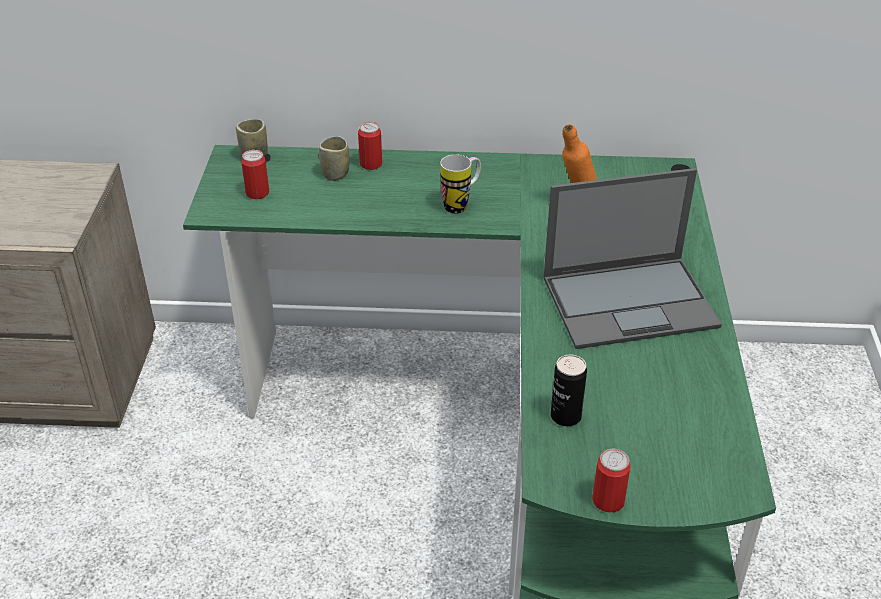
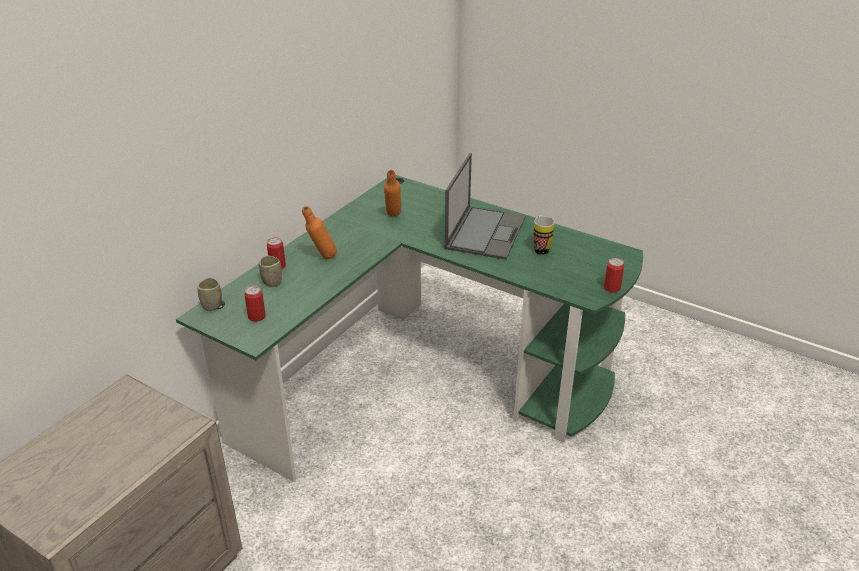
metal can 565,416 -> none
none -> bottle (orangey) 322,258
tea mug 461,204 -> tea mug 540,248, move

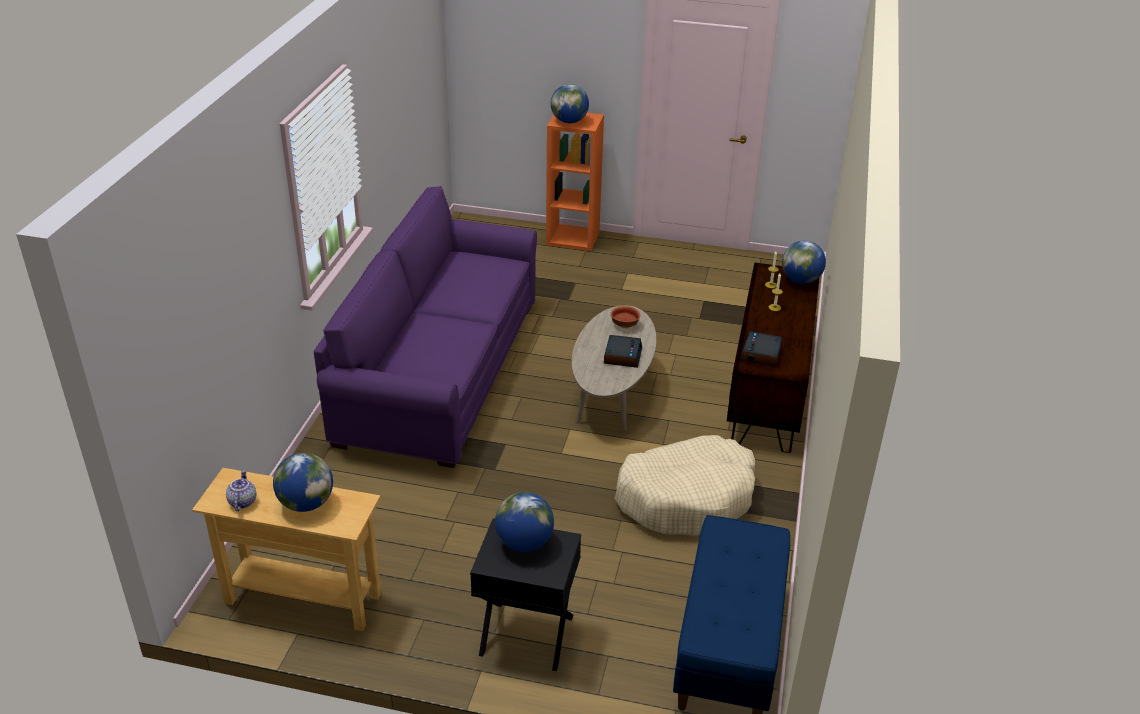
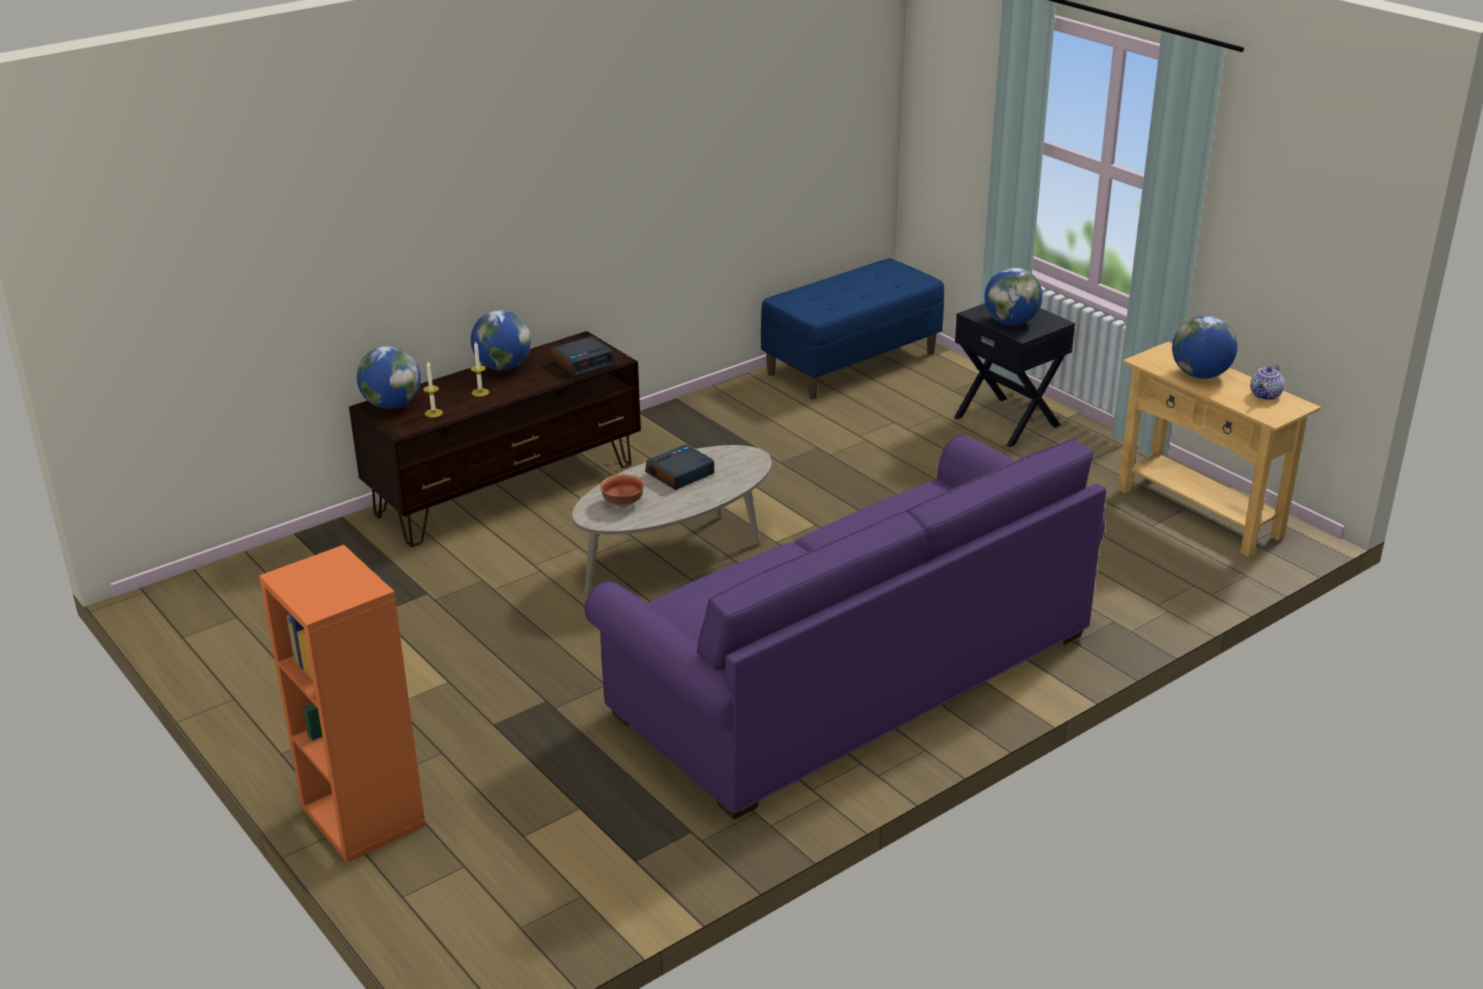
dog bed (sand-coloured) 686,497 -> none
globe 569,121 -> globe 503,367, move

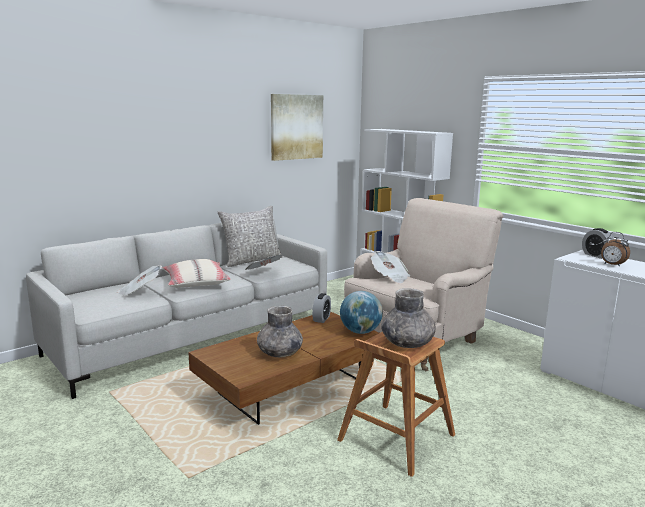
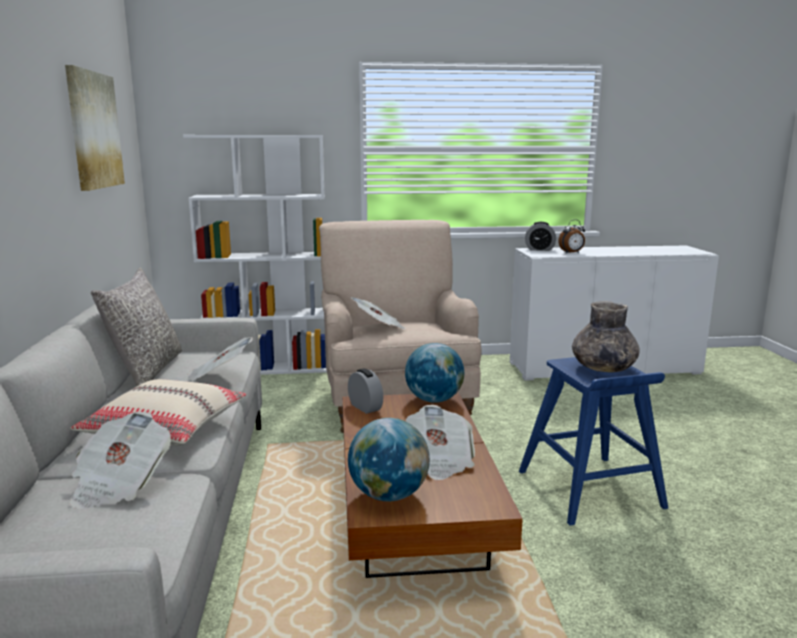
none -> globe 389,495
decorative vase (grey) 279,353 -> daily paper 438,461
sitting stool (brownish) 395,438 -> sitting stool (blue) 590,489

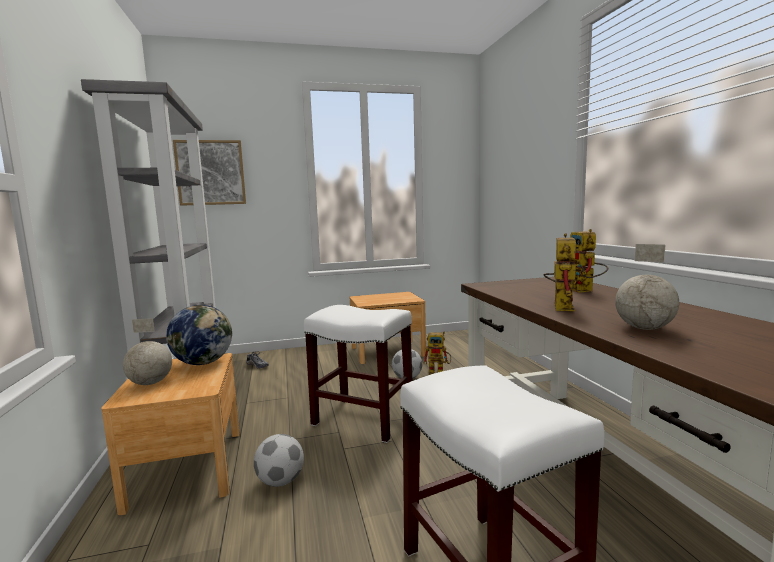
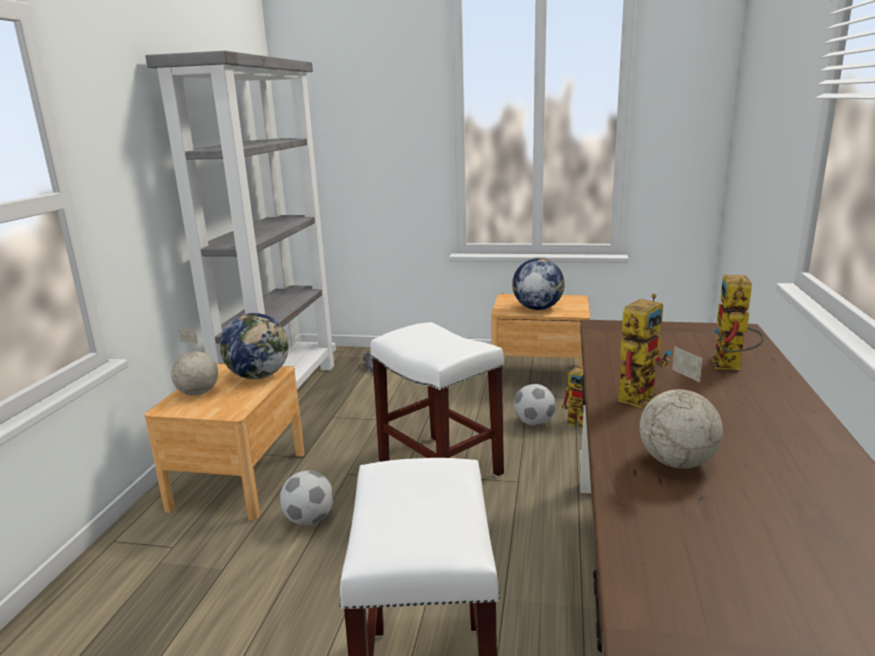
wall art 211,173 -> none
none -> globe 537,308

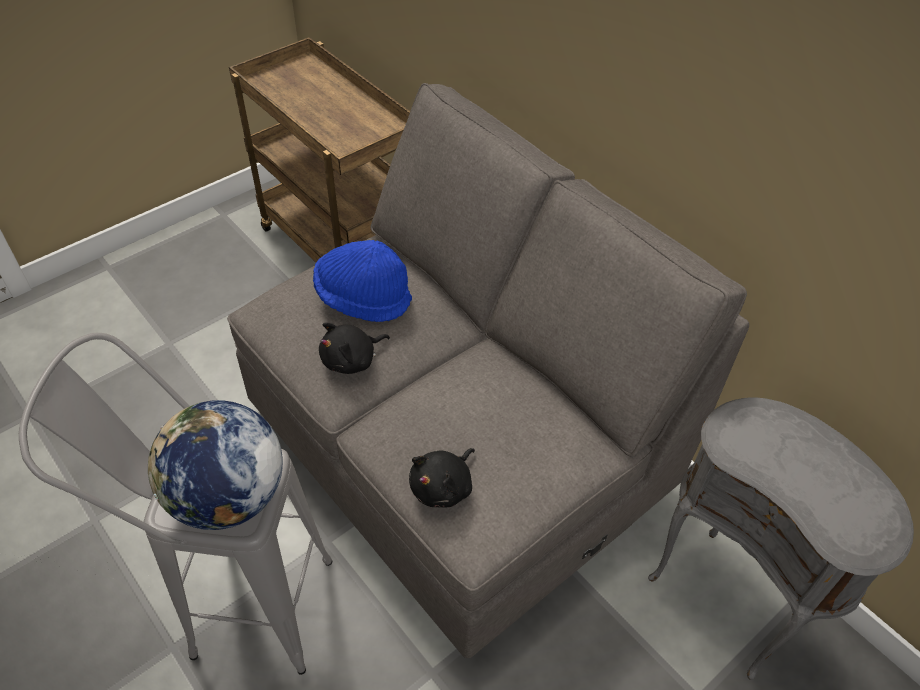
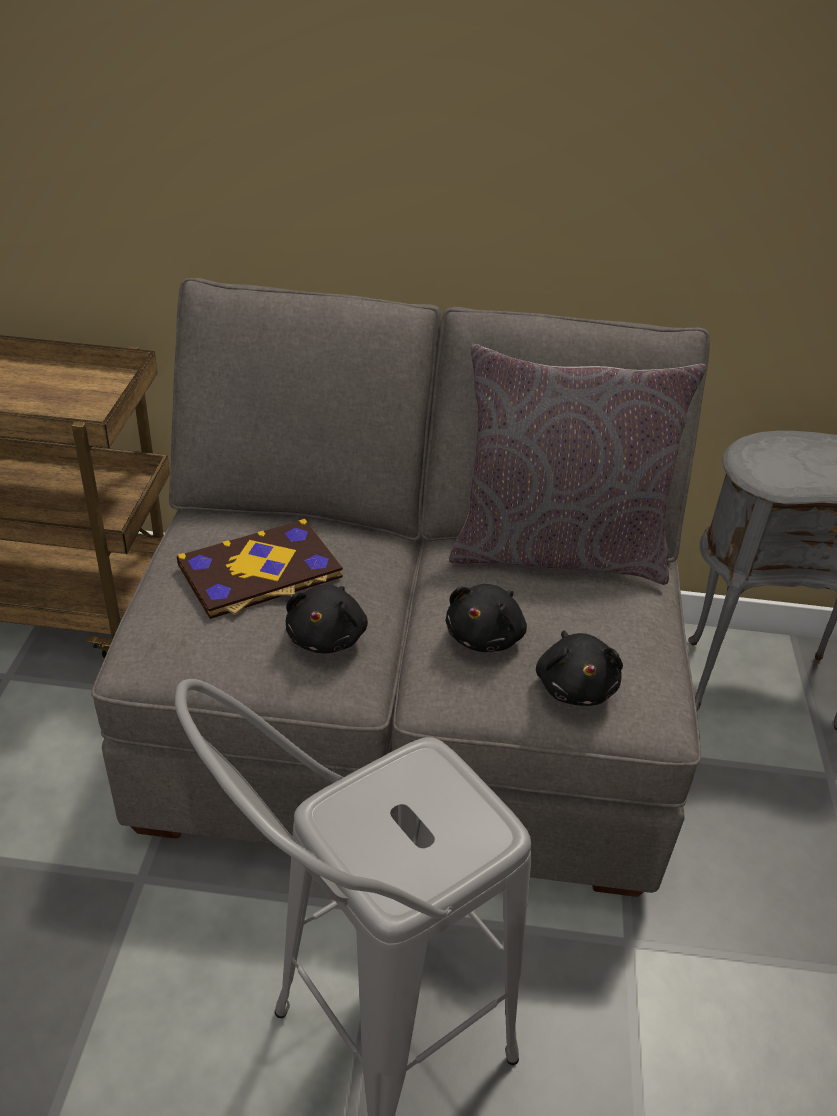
globe 228,498 -> none
none -> plush toy (black-coloured) 486,636
none -> cushion (grey) 557,550
clothing hat (blue) 363,298 -> book 260,572

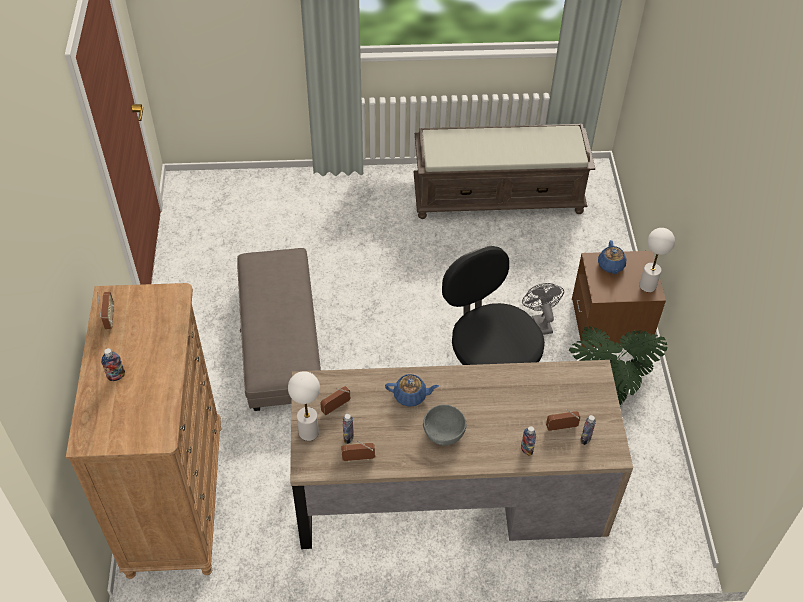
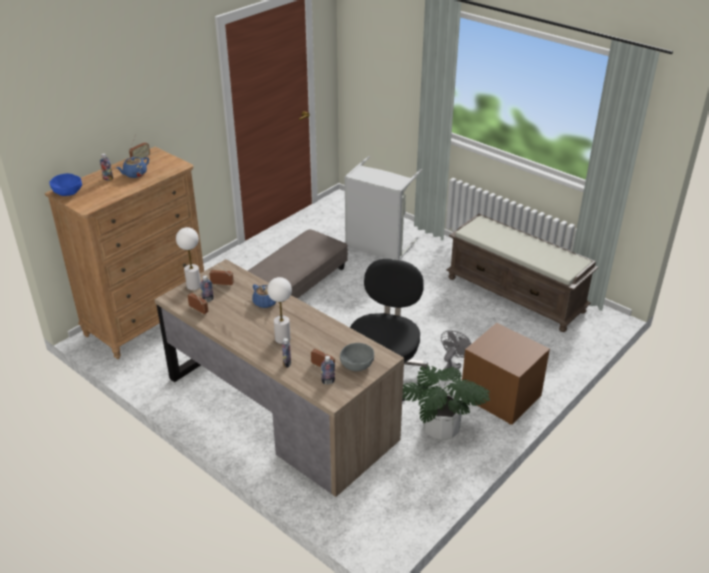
none -> bowl (blue) 68,192
none -> laundry basket (grey) 378,246
bowl (grey) 443,432 -> bowl (grey) 356,364, move
tea pot (blue) 611,266 -> tea pot (blue) 134,174, move
tabletop lamp (white) 647,286 -> tabletop lamp (white) 282,339, move

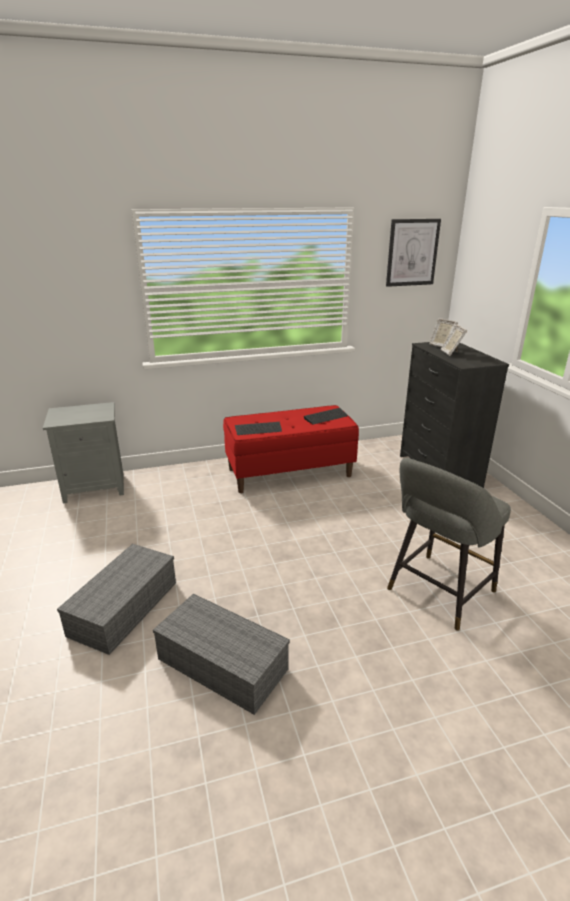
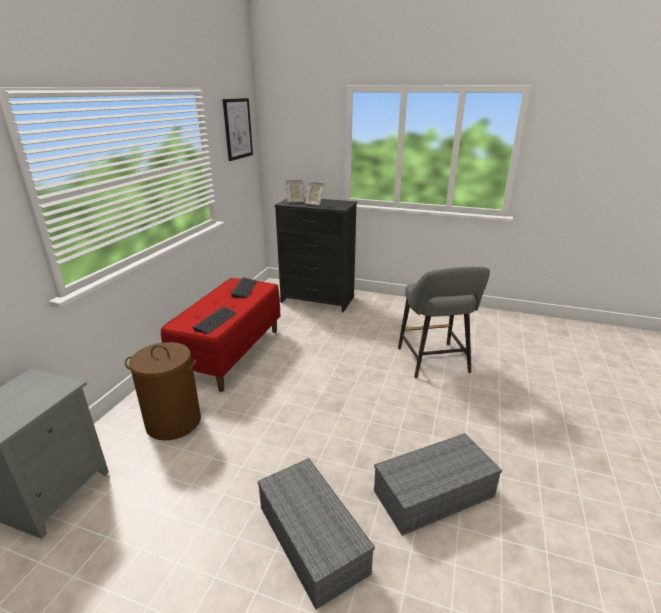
none -> laundry basket (brownish) 173,422

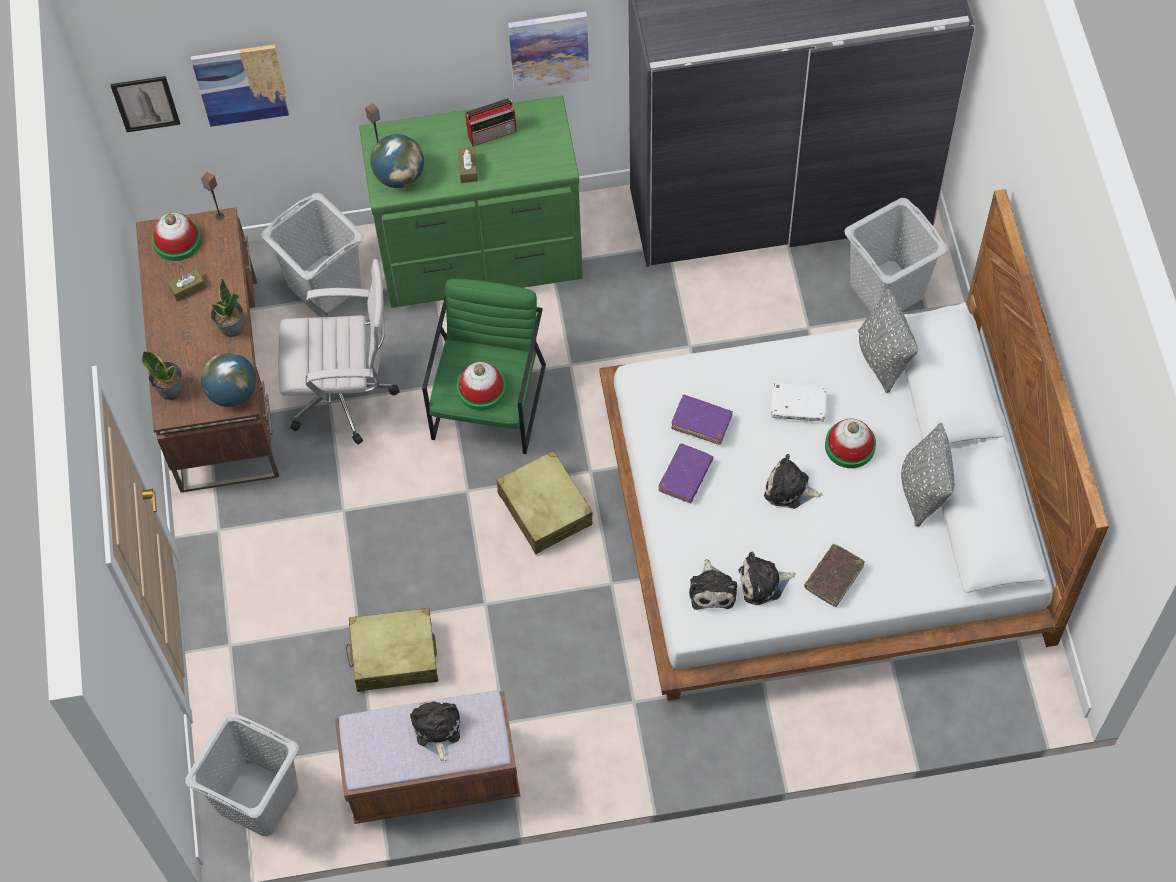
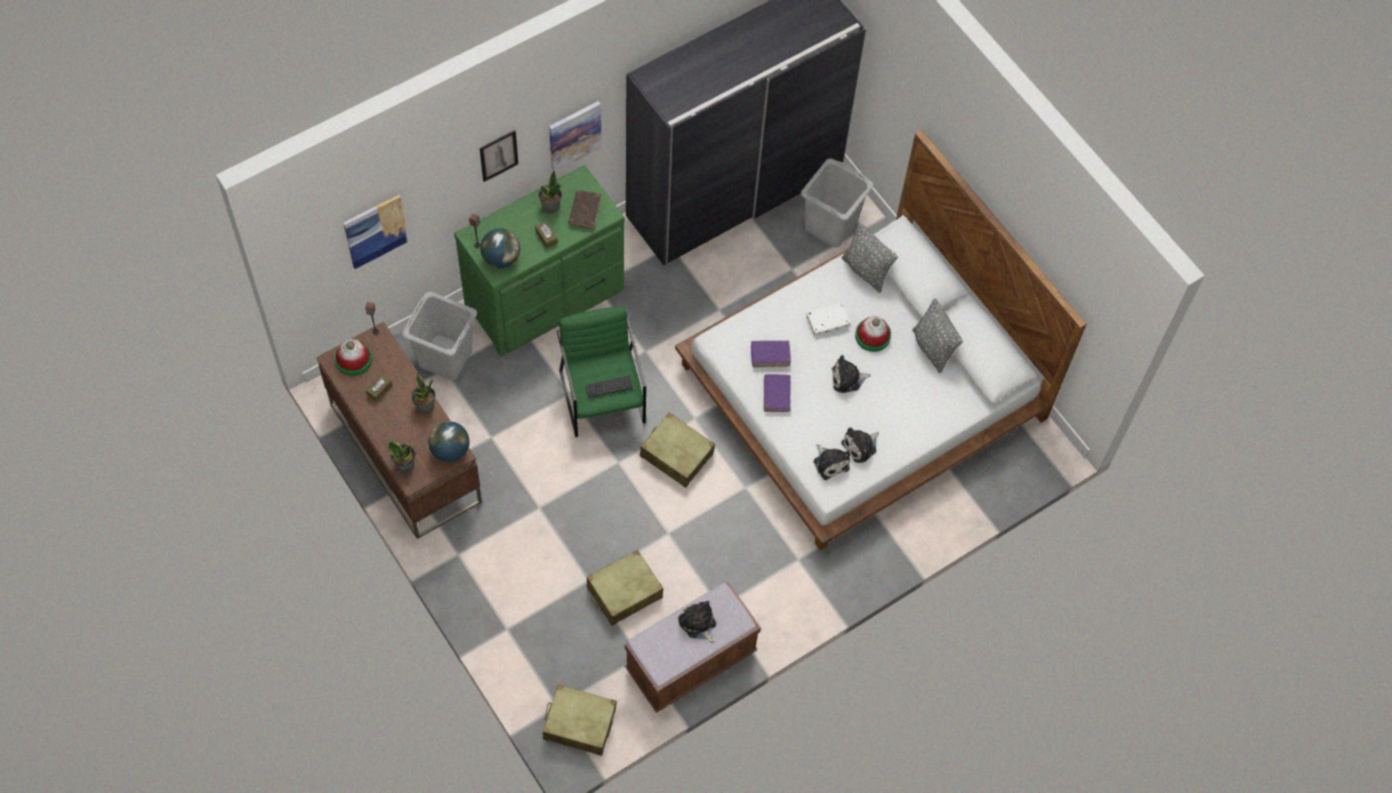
computer chair (white) 346,396 -> none
wall art 145,103 -> wall art 498,155, move
book (brownish) 834,577 -> book (brownish) 585,212, move
laundry basket (grey) 257,799 -> suitcase (sand-coloured) 579,724
clothing hat 481,388 -> keyboard 609,387
radio receiver 493,133 -> houseplant 550,206

